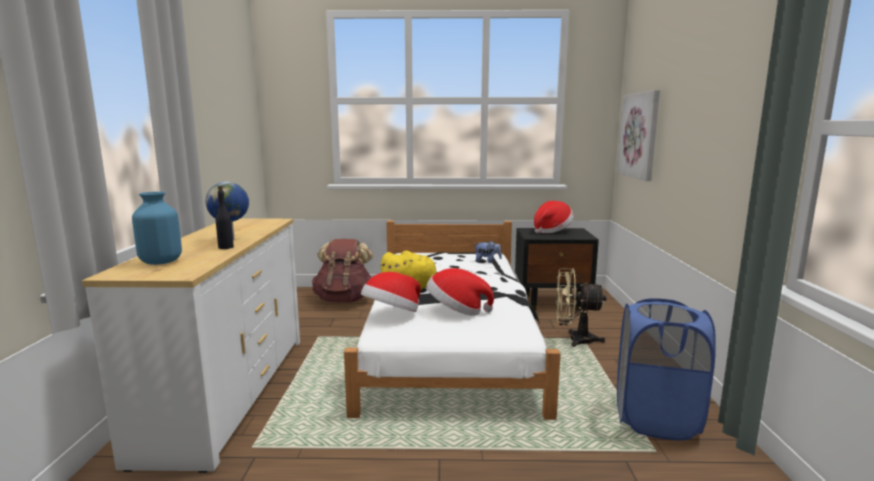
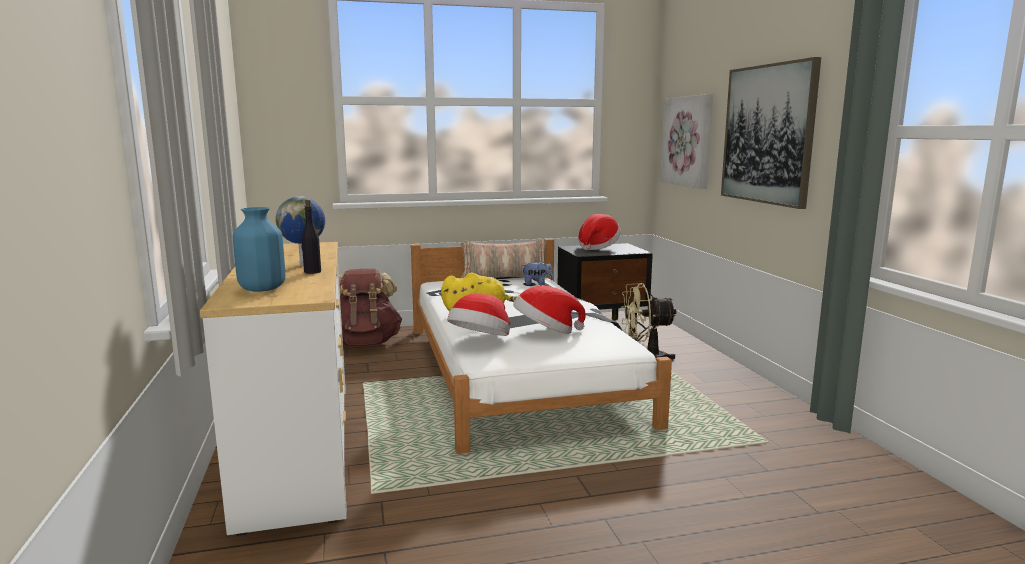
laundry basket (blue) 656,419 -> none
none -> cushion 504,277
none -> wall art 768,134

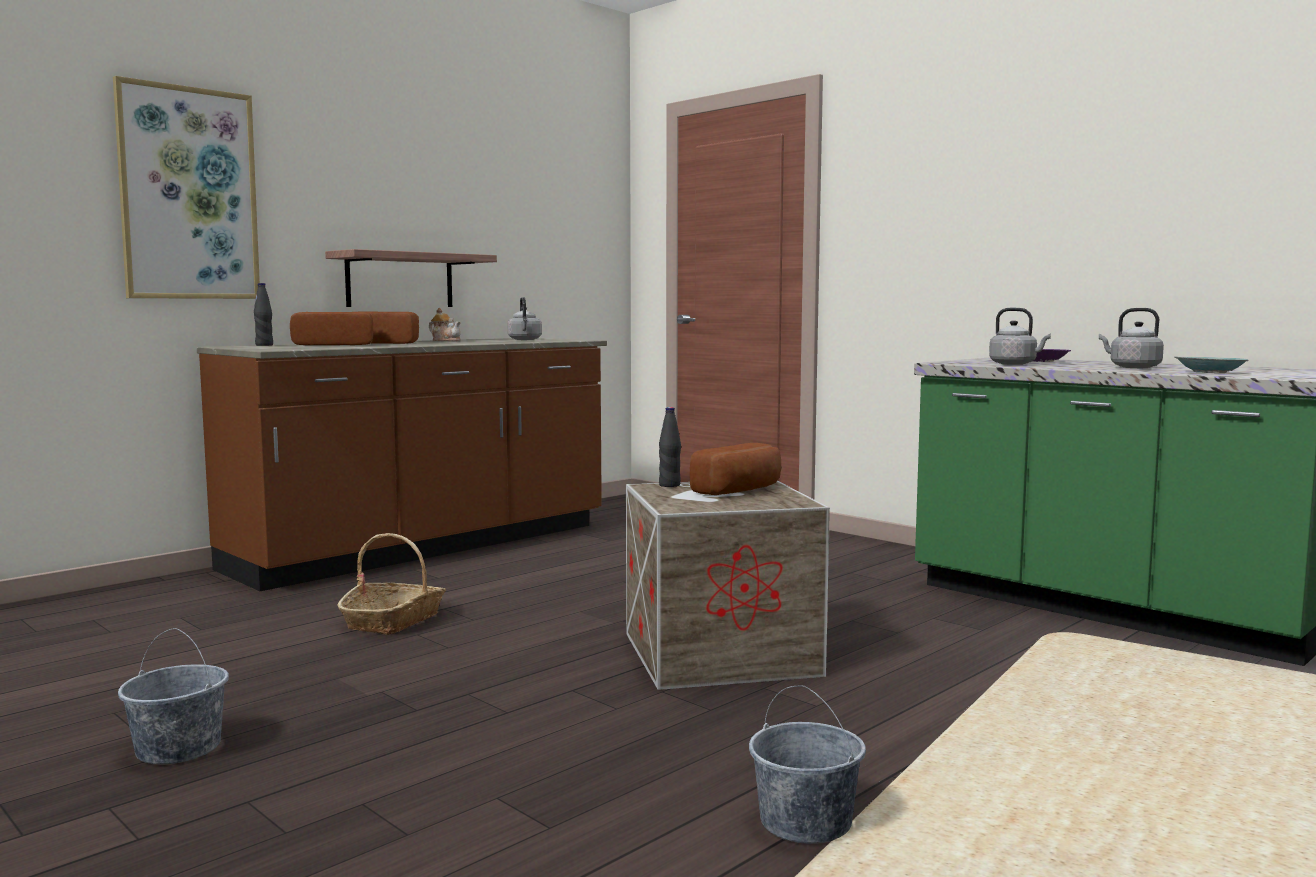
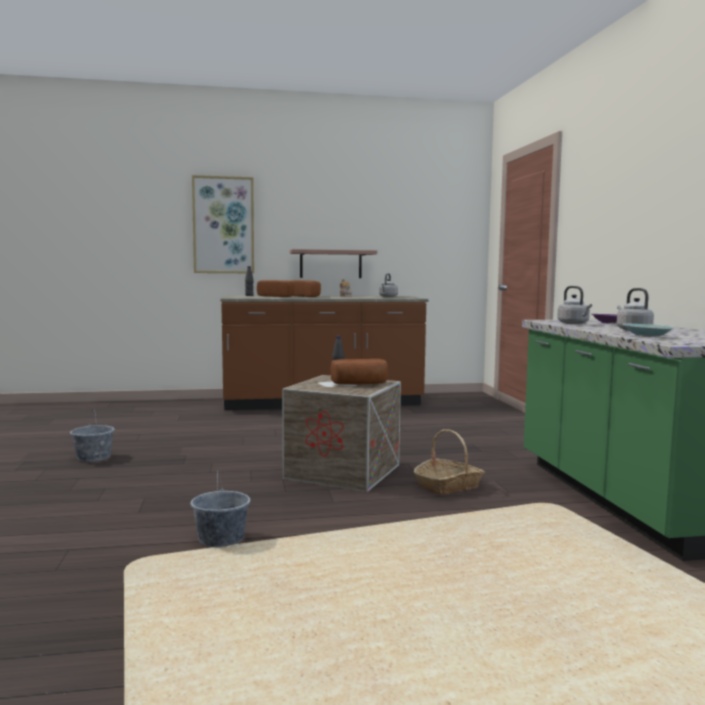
basket 394,620 -> basket 448,486, move

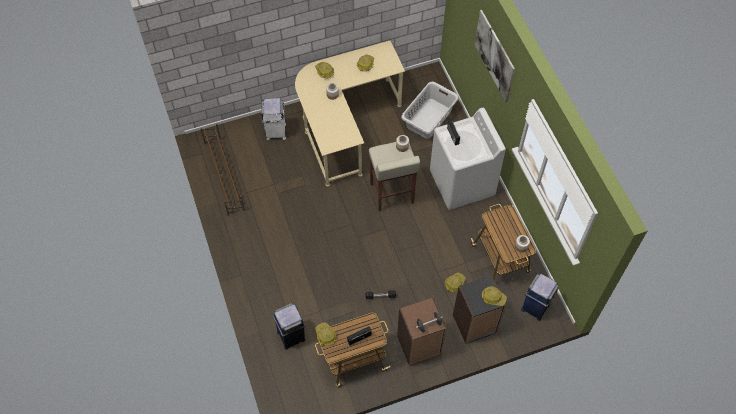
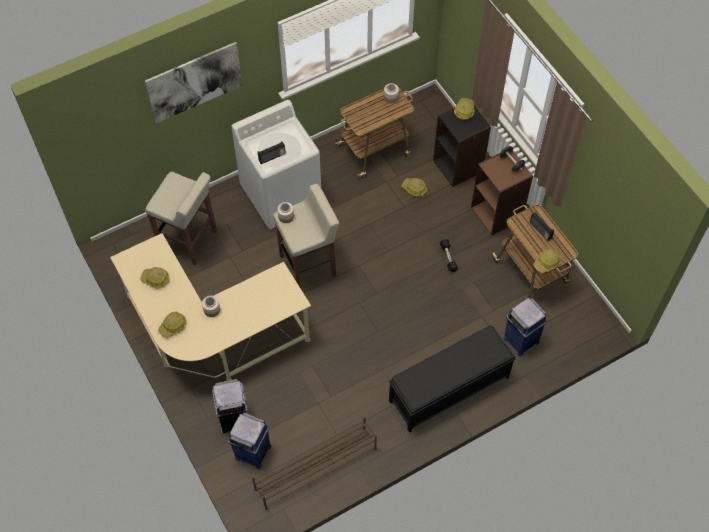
none -> long seat (black-coloured) 448,389
waste bin (blue) 535,307 -> waste bin (blue) 252,452, move
laundry basket (grey) 428,118 -> sitting stool (sand-coloured) 189,241

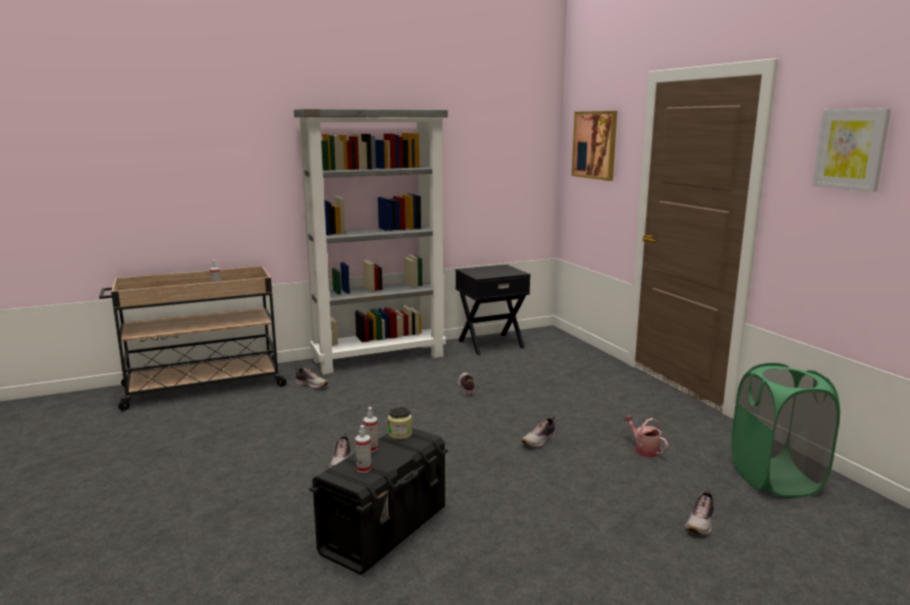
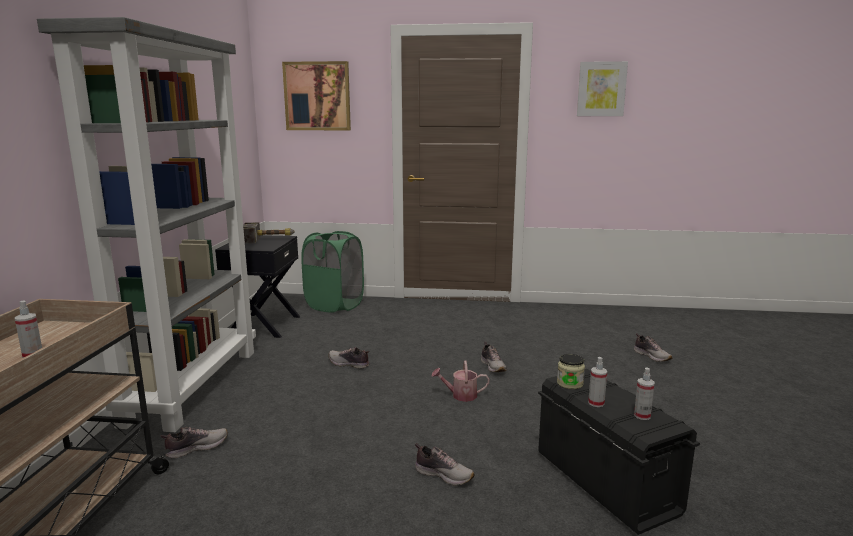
none -> tool hammer 269,239
watering can 644,449 -> watering can 460,395, move
laundry basket (greenish) 775,479 -> laundry basket (greenish) 335,305, move

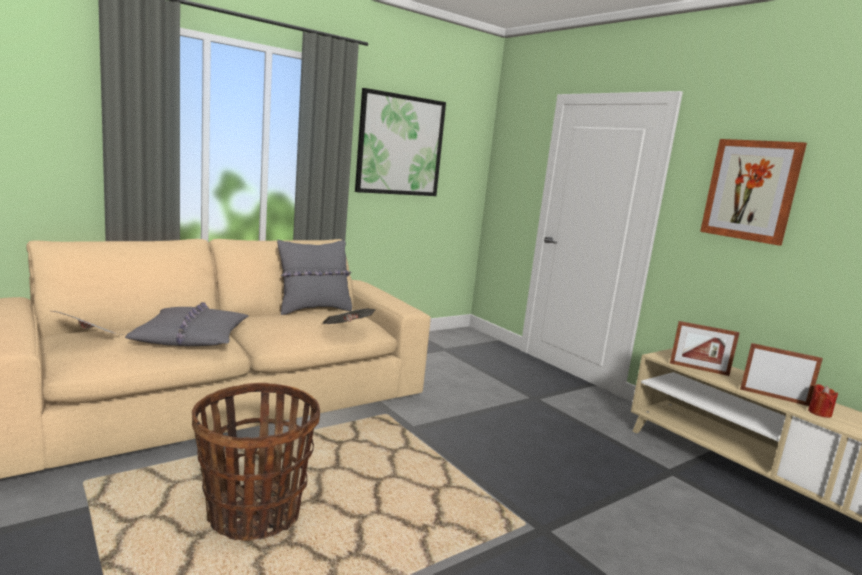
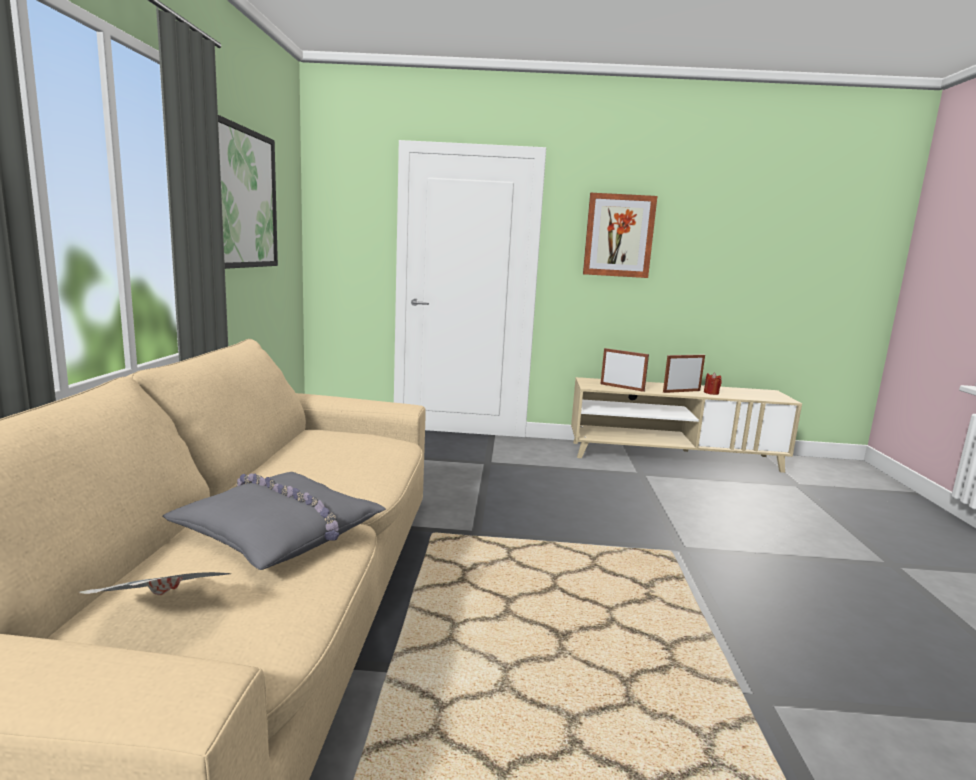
basket 254,514 -> none
cushion (grey) 313,309 -> none
daily paper 347,330 -> none
standing frame 699,369 -> standing frame 622,387, 120 degrees counterclockwise

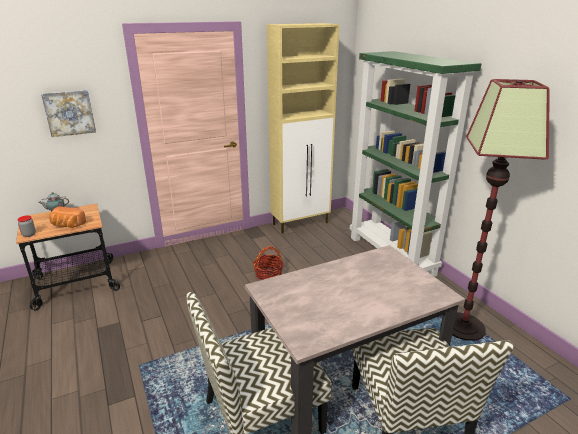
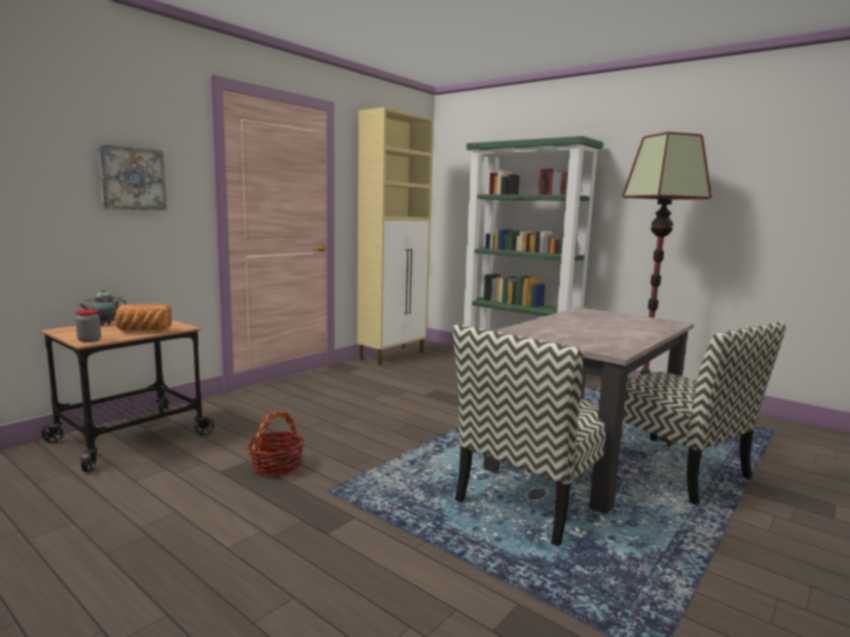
basket 268,274 -> basket 276,466, move

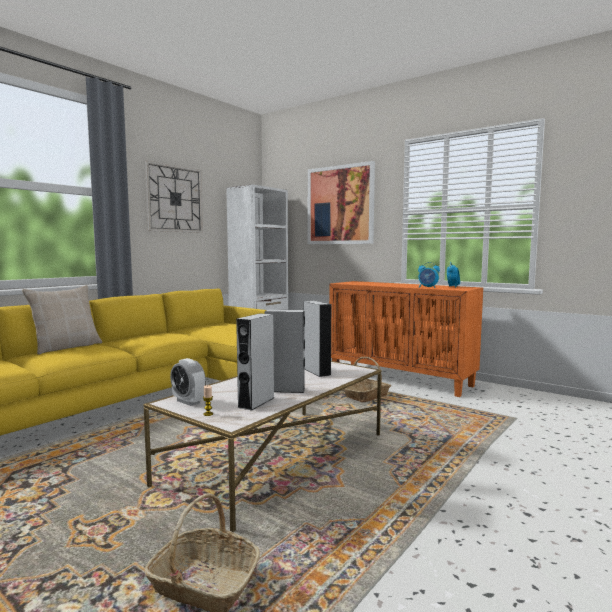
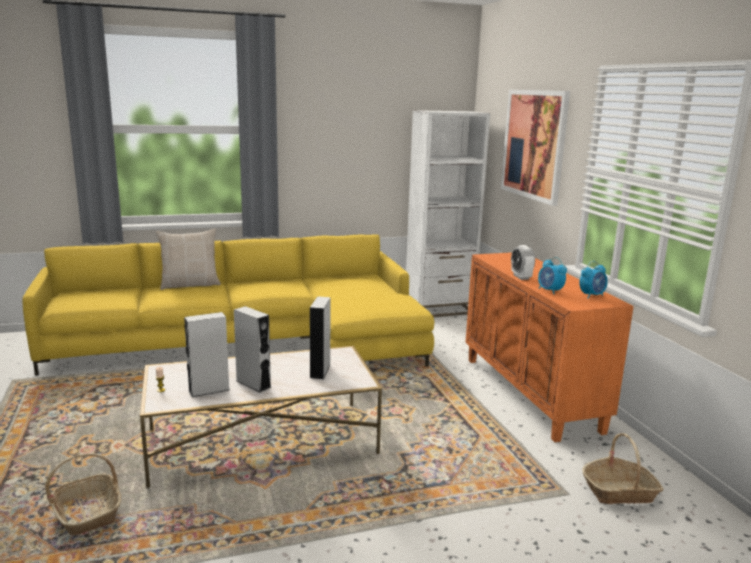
wall clock 174,199 -> none
alarm clock 188,402 -> alarm clock 521,277, move
basket 366,396 -> basket 619,492, move

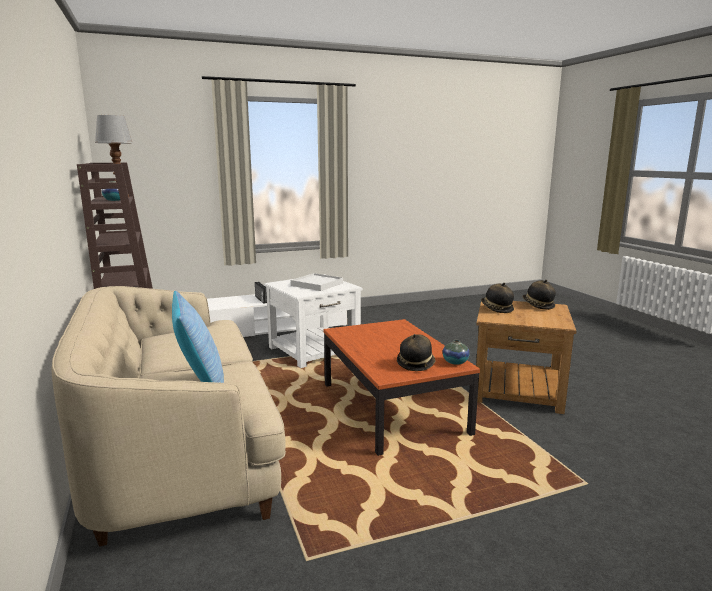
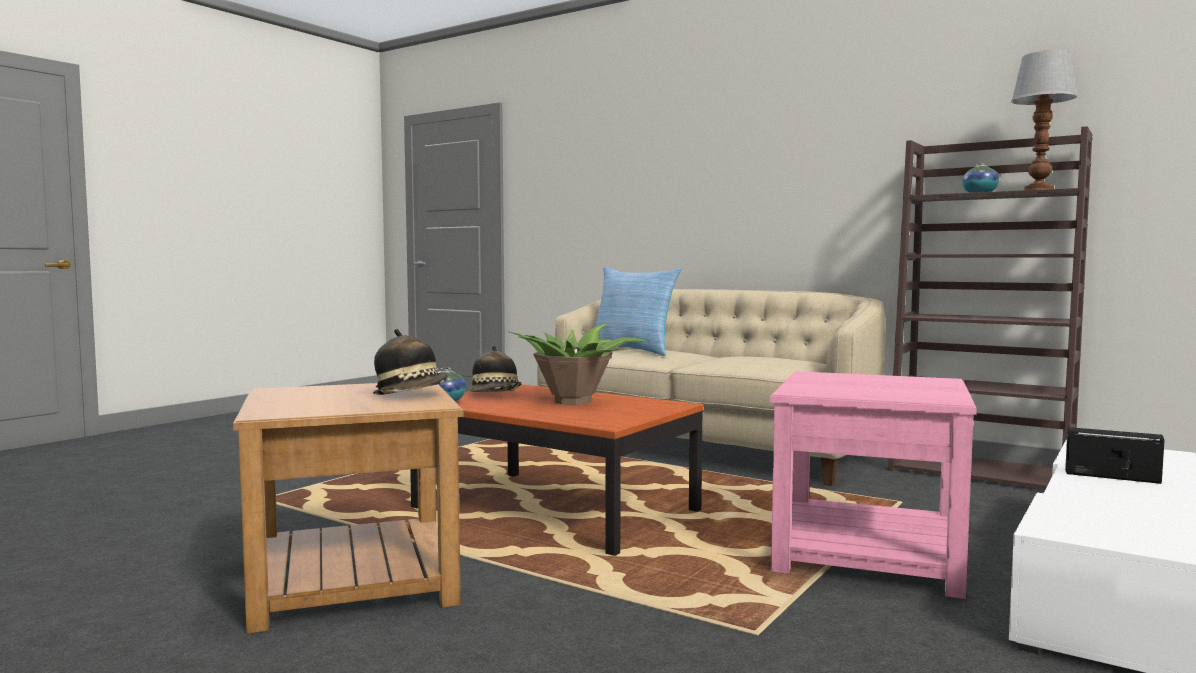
serving tray (white) 317,284 -> none
clothing hat 537,305 -> none
none -> houseplant 575,401
accent table (white) 314,350 -> accent table (pinkish) 867,554

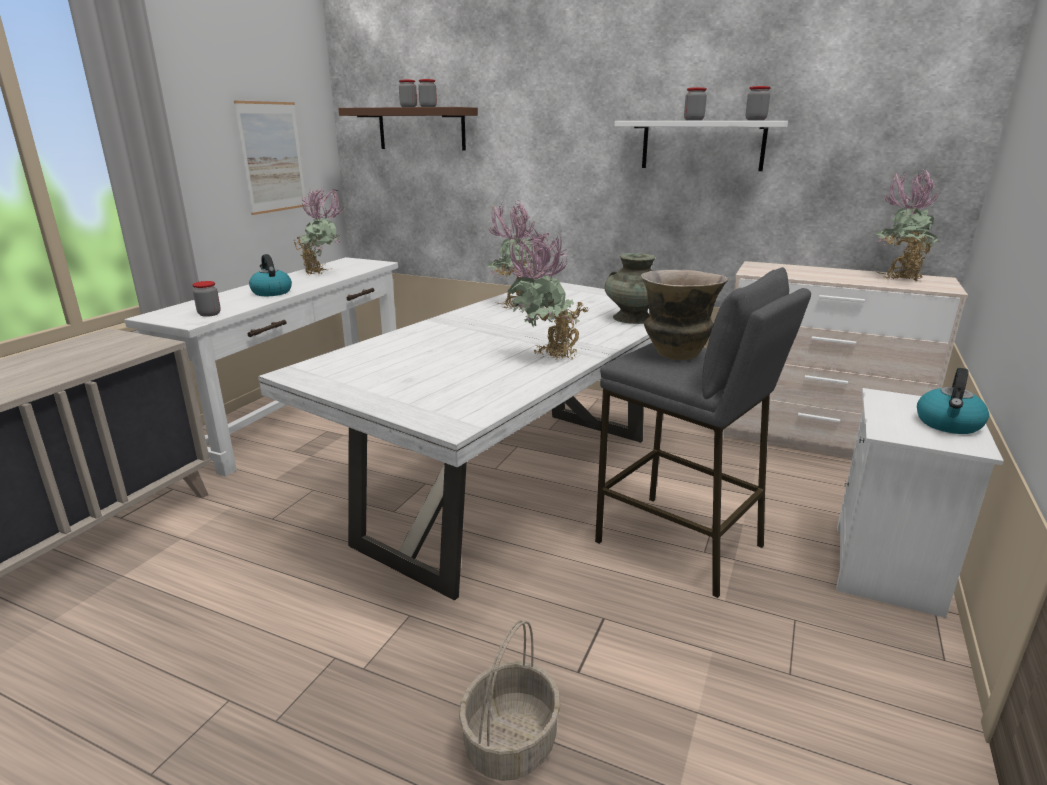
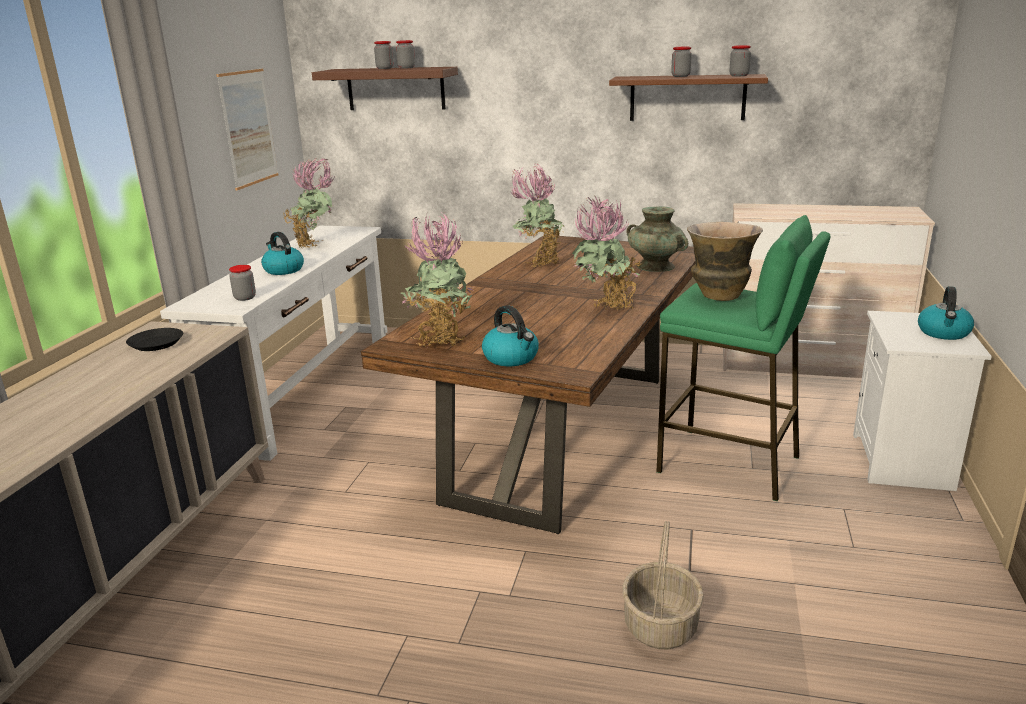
none -> flat dish (black-coloured) 155,344
none -> kettle 511,358
houseplant 897,277 -> houseplant 440,340, move
dinner table (white) 516,486 -> dinner table (brownish) 562,435
sitting stool (grey) 680,543 -> sitting stool (greenish) 729,464
shelf (white) 702,145 -> shelf (brownish) 687,98

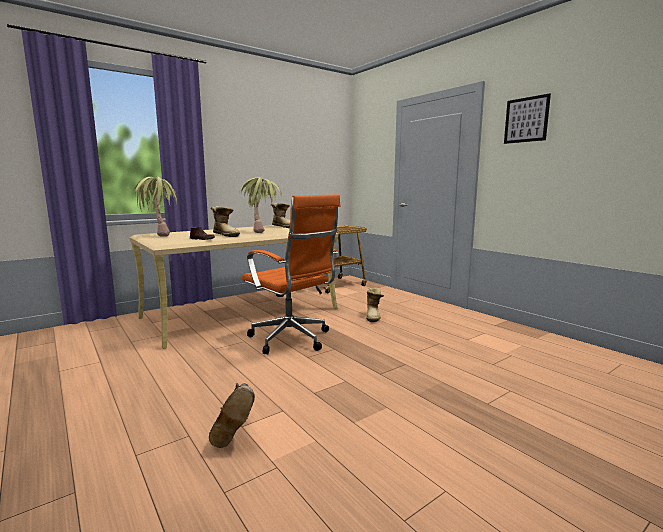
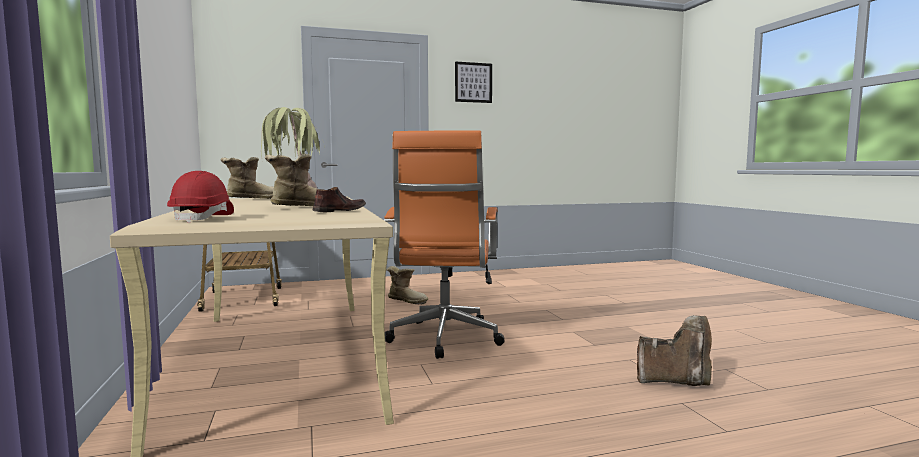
houseplant 159,235 -> hard hat (reddish) 203,219
computer chair (orangey) 292,340 -> computer chair (orangey) 444,339, 120 degrees clockwise

